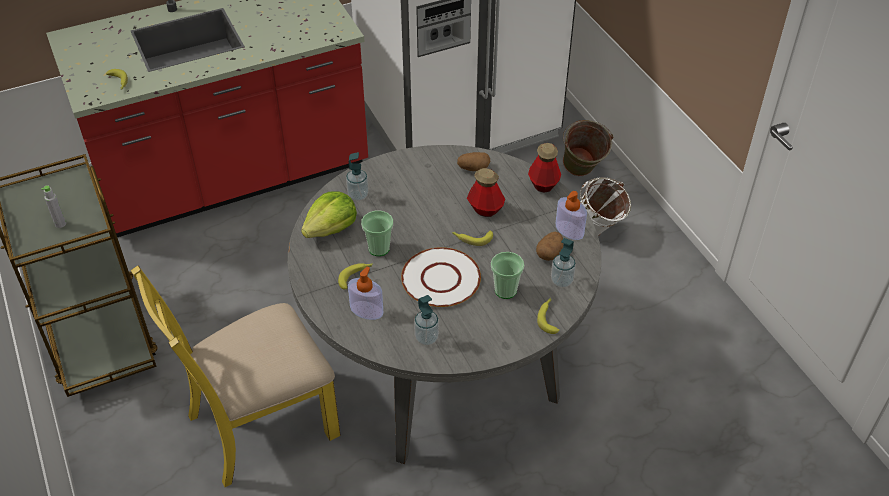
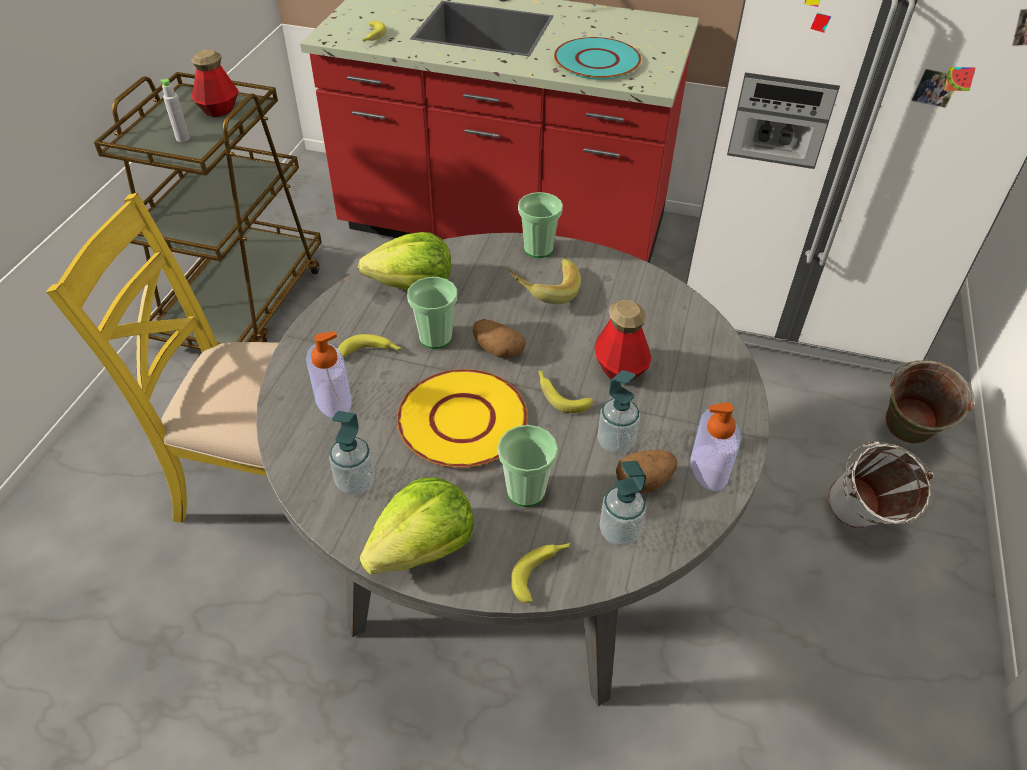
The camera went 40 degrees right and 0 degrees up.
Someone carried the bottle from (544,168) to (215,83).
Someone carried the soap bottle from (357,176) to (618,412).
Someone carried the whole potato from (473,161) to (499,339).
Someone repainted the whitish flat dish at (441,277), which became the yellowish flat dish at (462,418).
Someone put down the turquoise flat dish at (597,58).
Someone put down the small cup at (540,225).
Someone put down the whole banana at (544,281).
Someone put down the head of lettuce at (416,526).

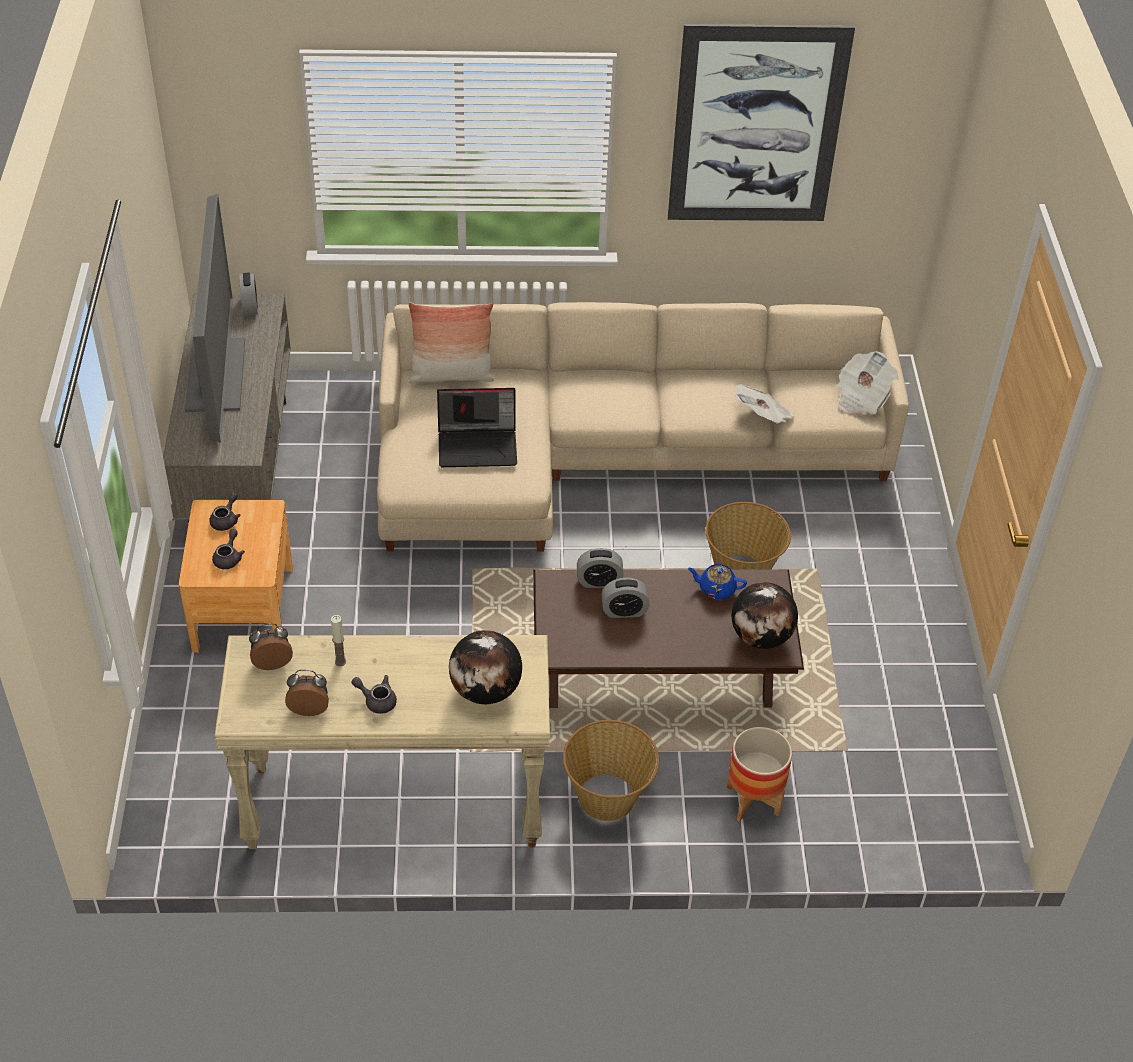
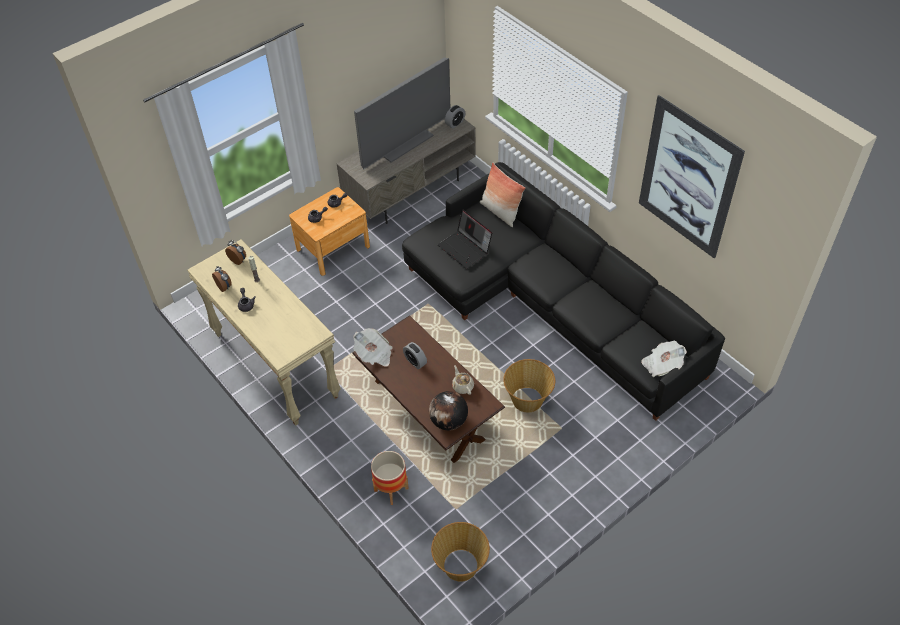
The camera went 55 degrees right and 5 degrees up.
Someone repainted the beige-coloured sofa at (643,426), which became the black-coloured sofa at (563,291).
Someone carried the printed paper from (764,404) to (372,347).
Someone took away the bedside clock at (600,568).
Someone repainted the blue-coloured pot for tea at (717,582), which became the beige-coloured pot for tea at (463,380).
Someone took away the globe at (485,667).
Someone carried the household basket from (611,770) to (460,552).

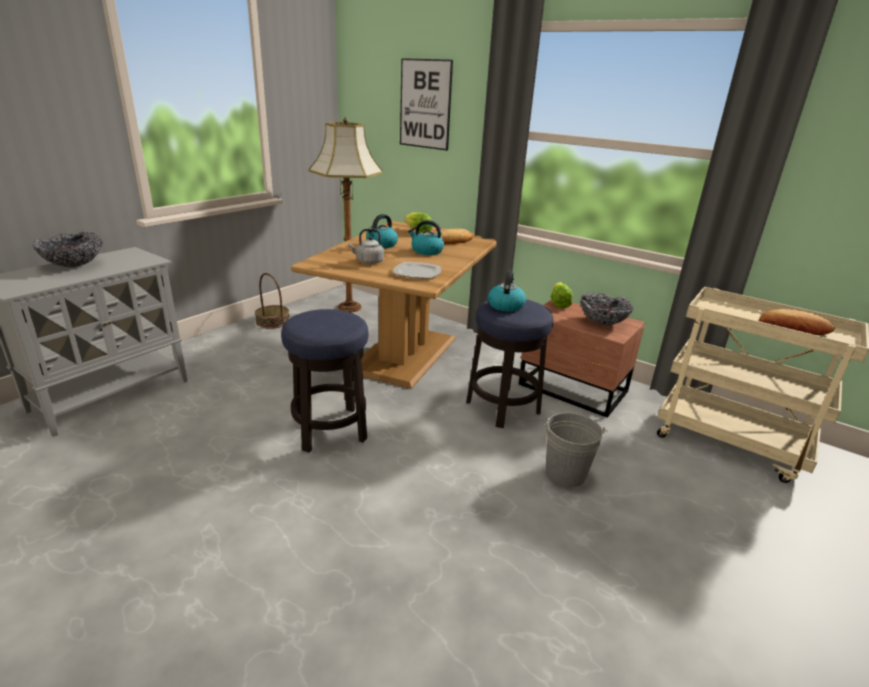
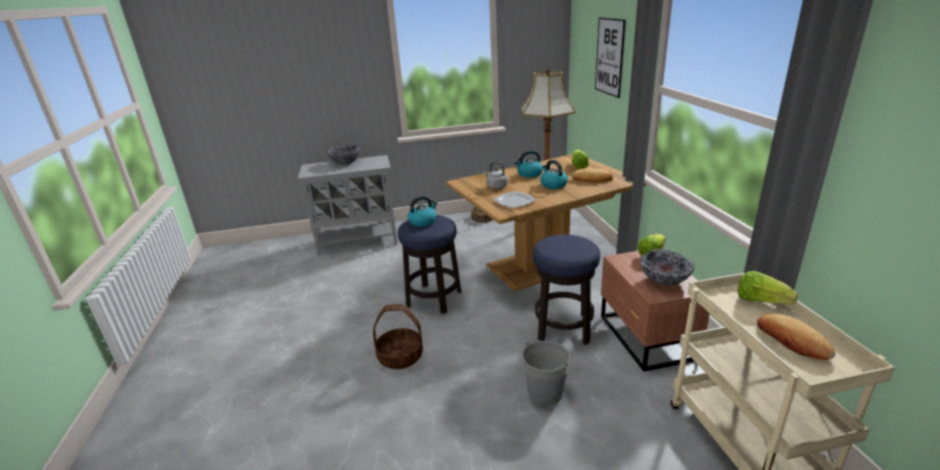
The camera went 45 degrees right and 0 degrees up.
Someone carried the water kettle from (507,291) to (422,211).
Someone put down the head of lettuce at (768,287).
Someone put down the household basket at (398,336).

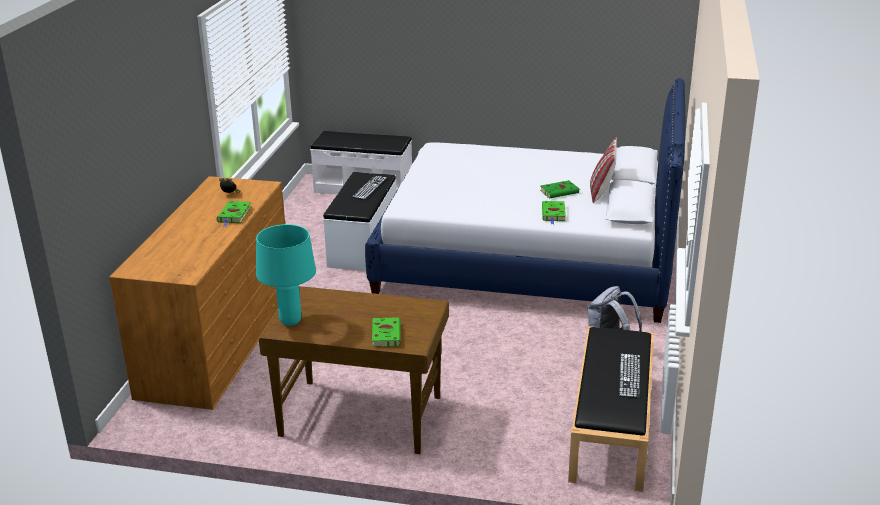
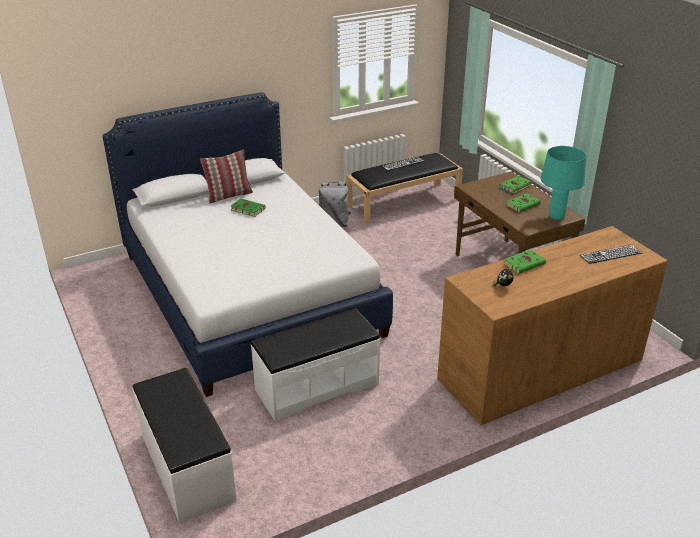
The camera went 130 degrees left and 5 degrees up.
Someone carried the keyboard from (369,188) to (611,254).
Someone carried the greenish volume from (554,212) to (523,203).

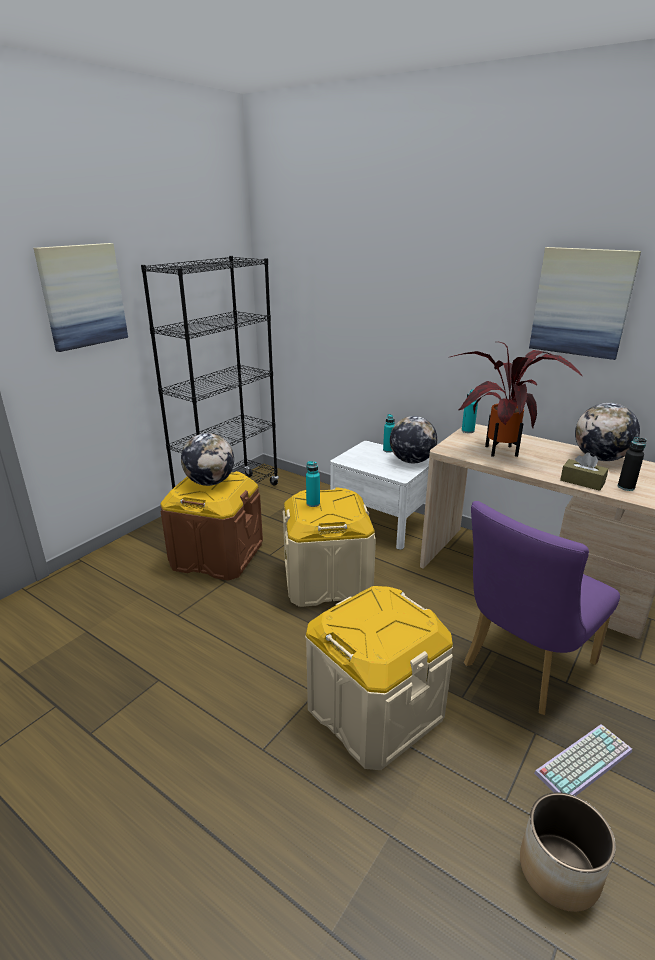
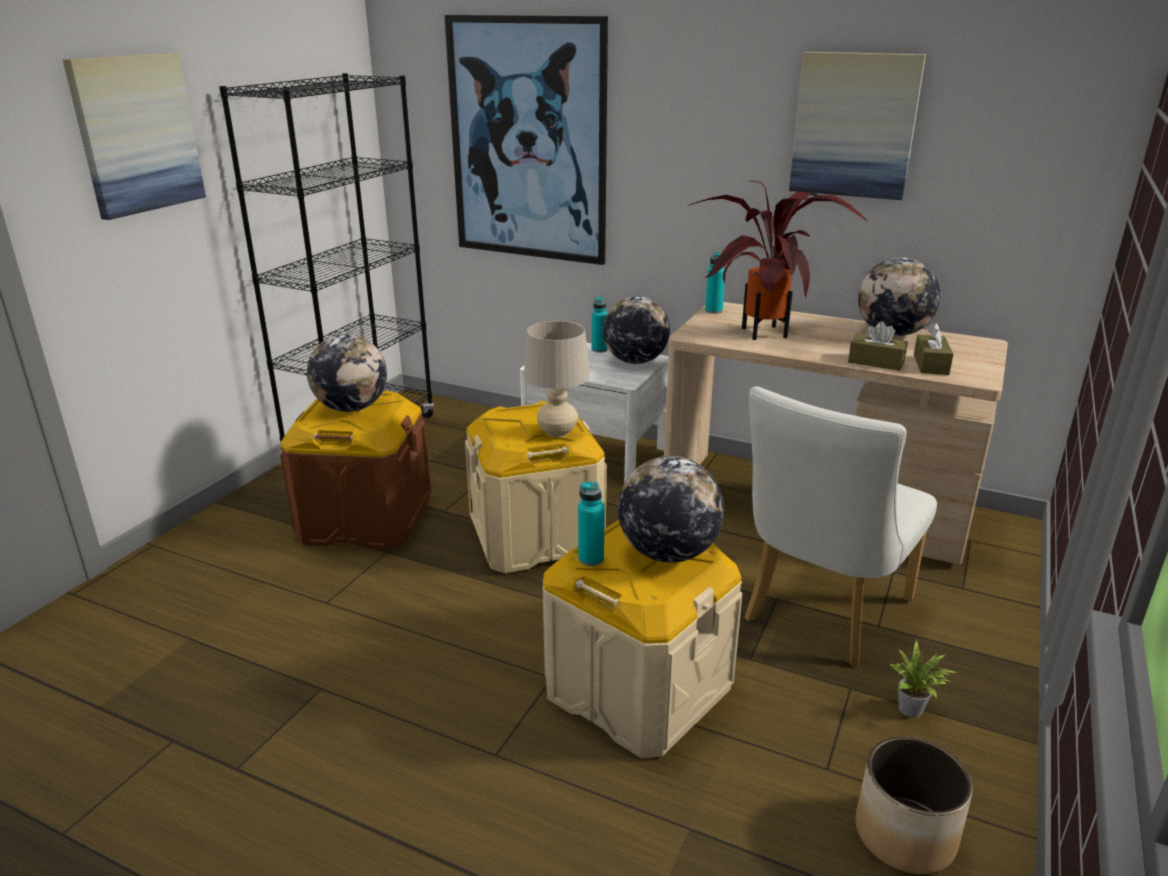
The camera went 10 degrees left and 0 degrees up.
Someone swapped the black-coloured bottle at (632,464) for the brown-coloured box of tissues at (934,349).
Someone carried the turquoise bottle from (313,484) to (591,523).
Someone repainted the purple-coloured chair at (542,608), which became the whitish chair at (841,526).
Someone swapped the keyboard at (583,760) for the plant in a pot at (924,679).
Someone put up the wall picture at (526,140).
Someone put down the beige-coloured table lamp at (557,379).
Someone put down the globe at (671,509).

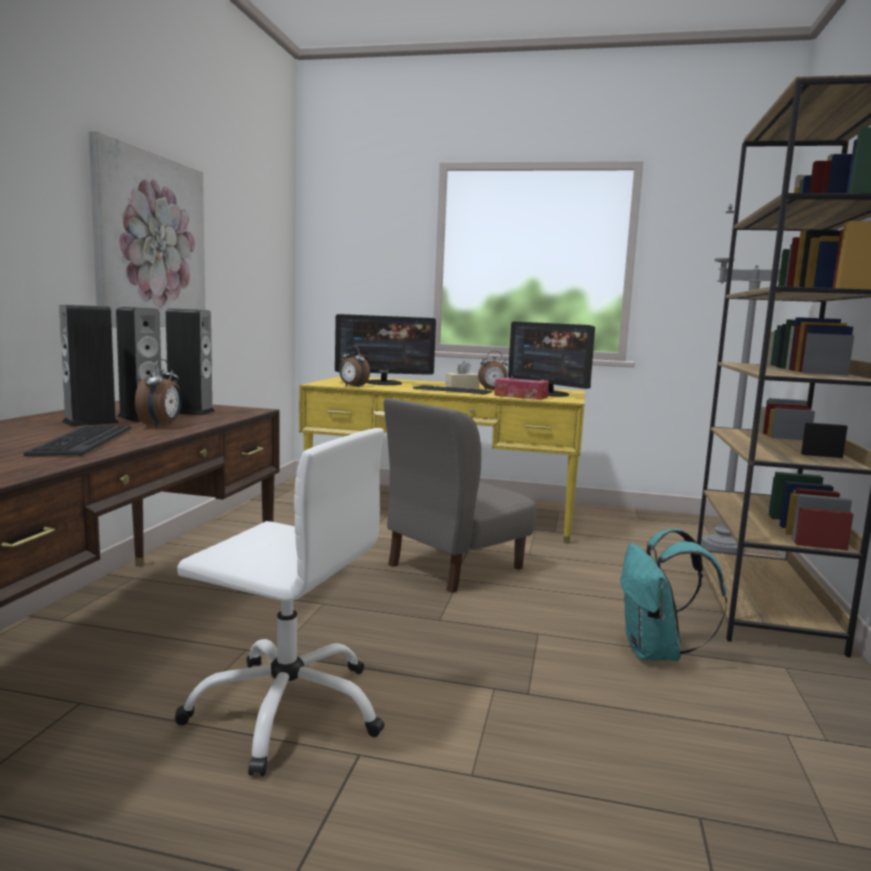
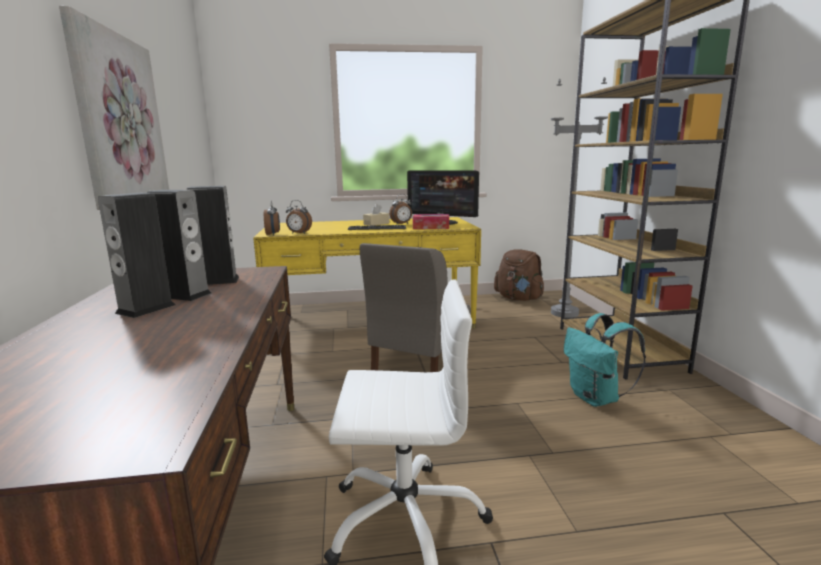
The camera went 20 degrees left and 5 degrees up.
Someone took away the computer display at (385,349).
Someone carried the bedside clock from (158,393) to (272,218).
Someone took away the keyboard at (77,440).
Someone put down the brown-coloured knapsack at (519,275).

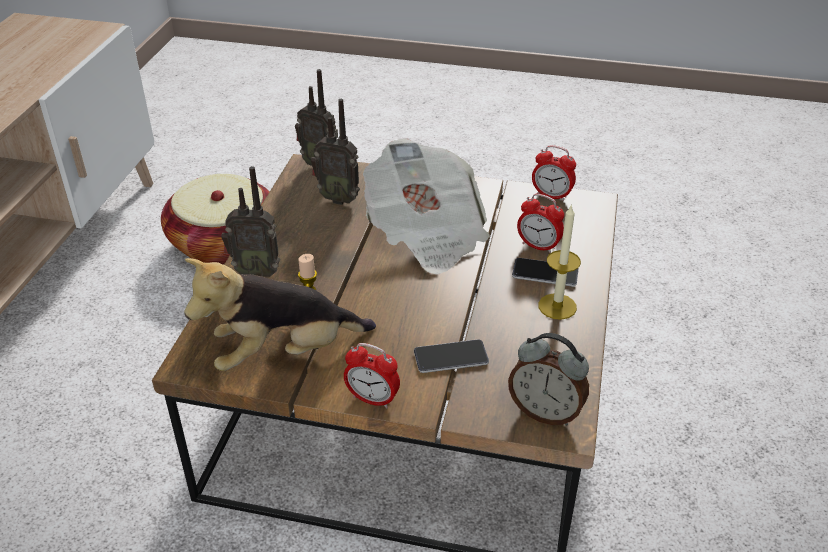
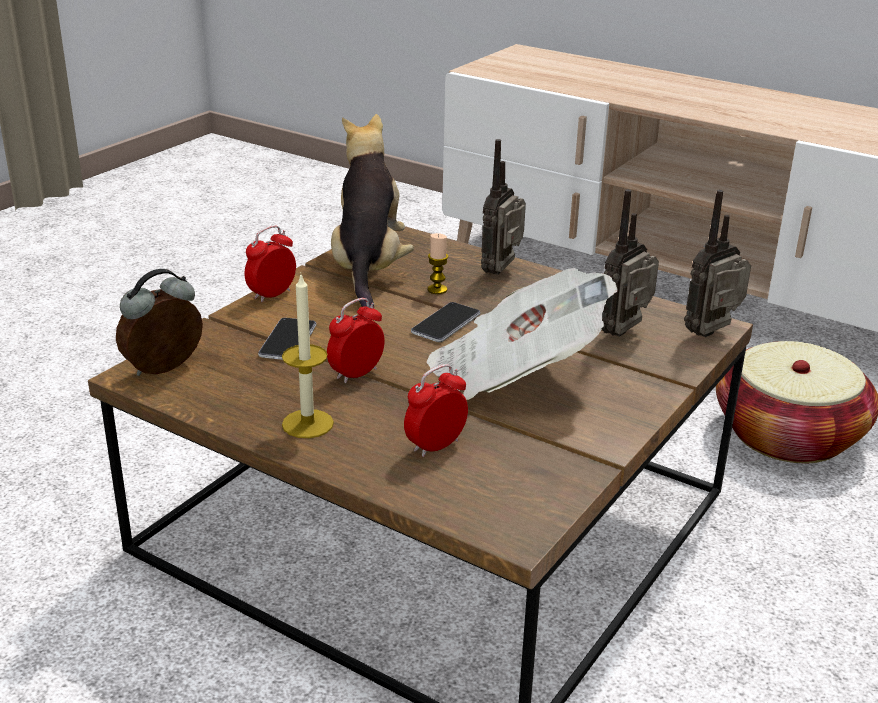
The camera went 110 degrees right and 10 degrees down.
Someone carried the bedside clock from (554,173) to (356,340).
Someone carried the phone from (545,272) to (445,322).

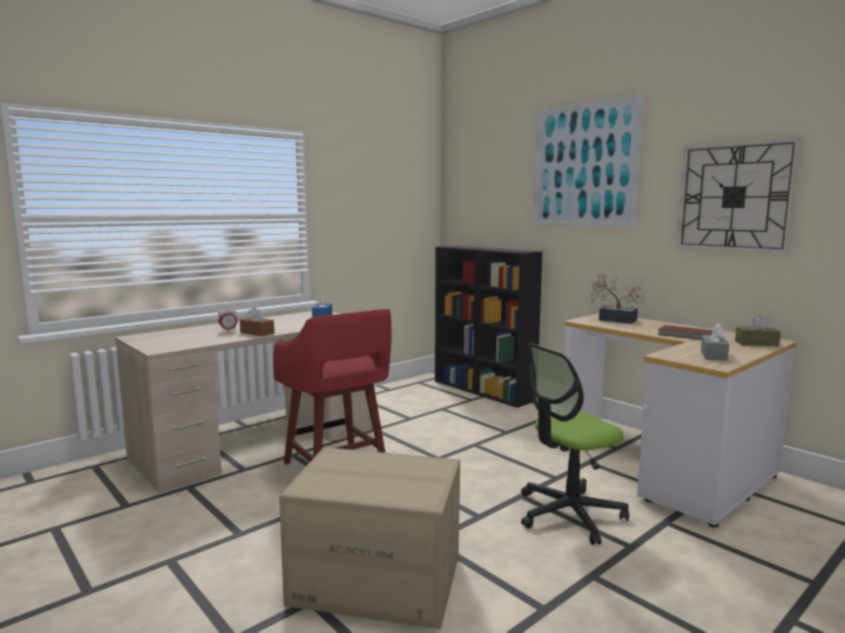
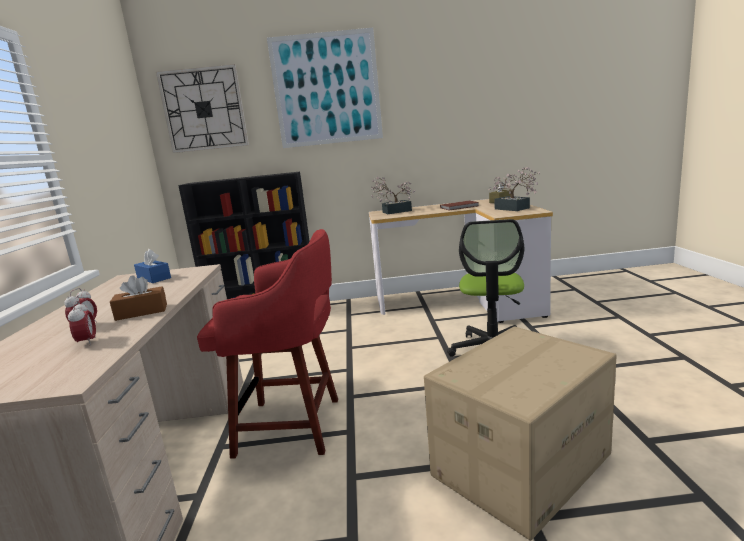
The camera went 50 degrees left and 5 degrees up.
Someone carried the wall clock from (738,195) to (202,108).
Someone swapped the grey box of tissues at (715,342) for the plant in a pot at (514,189).
Someone put down the bedside clock at (82,323).

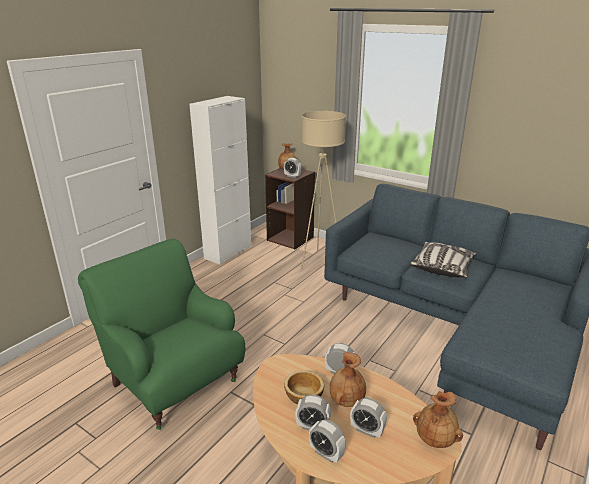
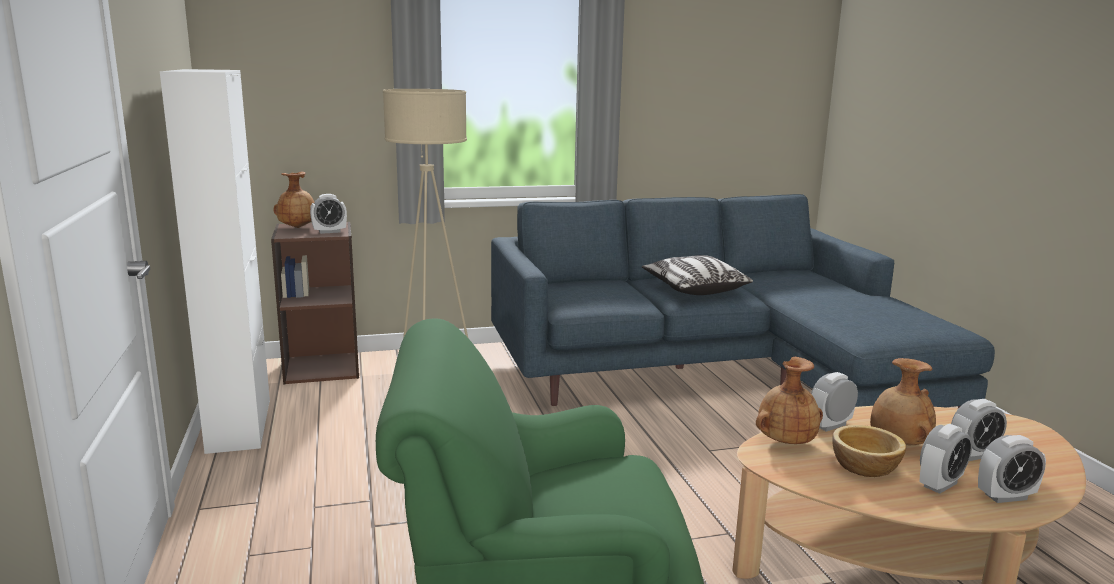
The camera went 50 degrees left and 10 degrees down.
Someone carried the brown-coloured flower vase from (438,419) to (789,400).

